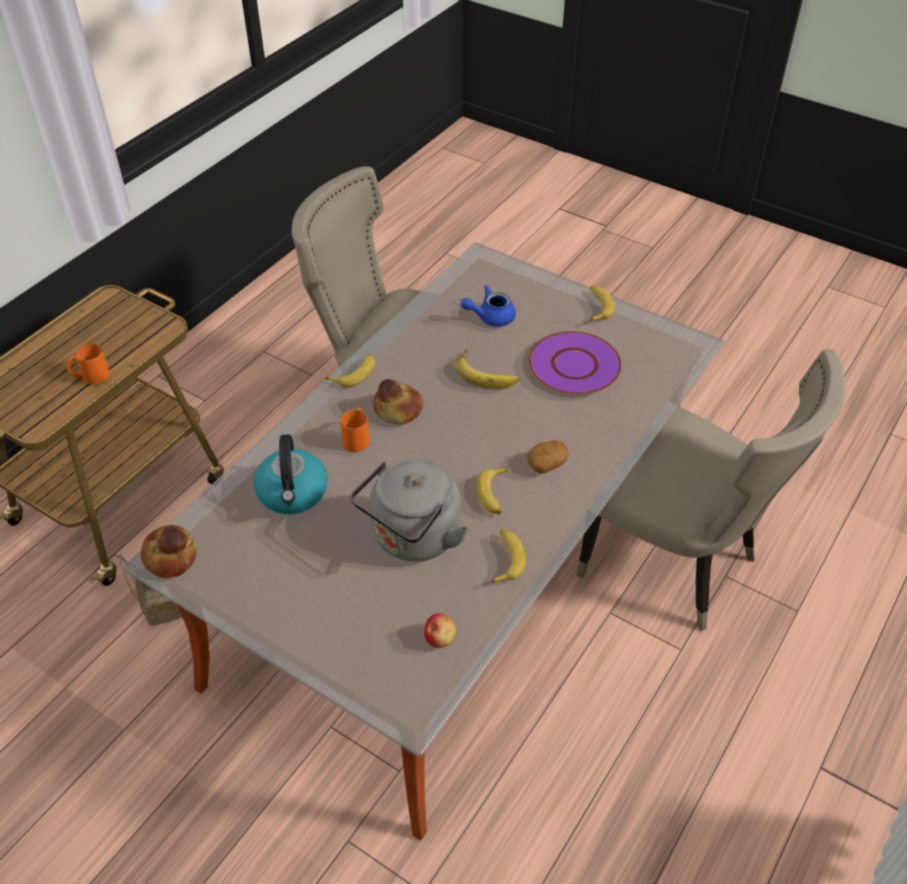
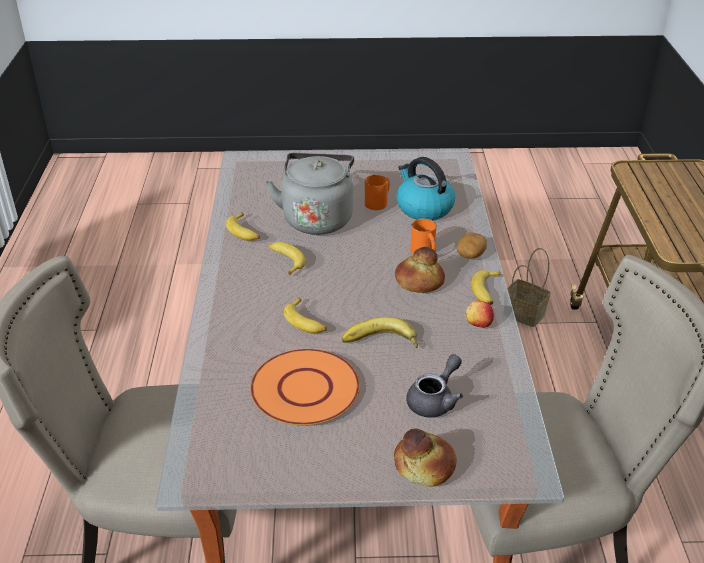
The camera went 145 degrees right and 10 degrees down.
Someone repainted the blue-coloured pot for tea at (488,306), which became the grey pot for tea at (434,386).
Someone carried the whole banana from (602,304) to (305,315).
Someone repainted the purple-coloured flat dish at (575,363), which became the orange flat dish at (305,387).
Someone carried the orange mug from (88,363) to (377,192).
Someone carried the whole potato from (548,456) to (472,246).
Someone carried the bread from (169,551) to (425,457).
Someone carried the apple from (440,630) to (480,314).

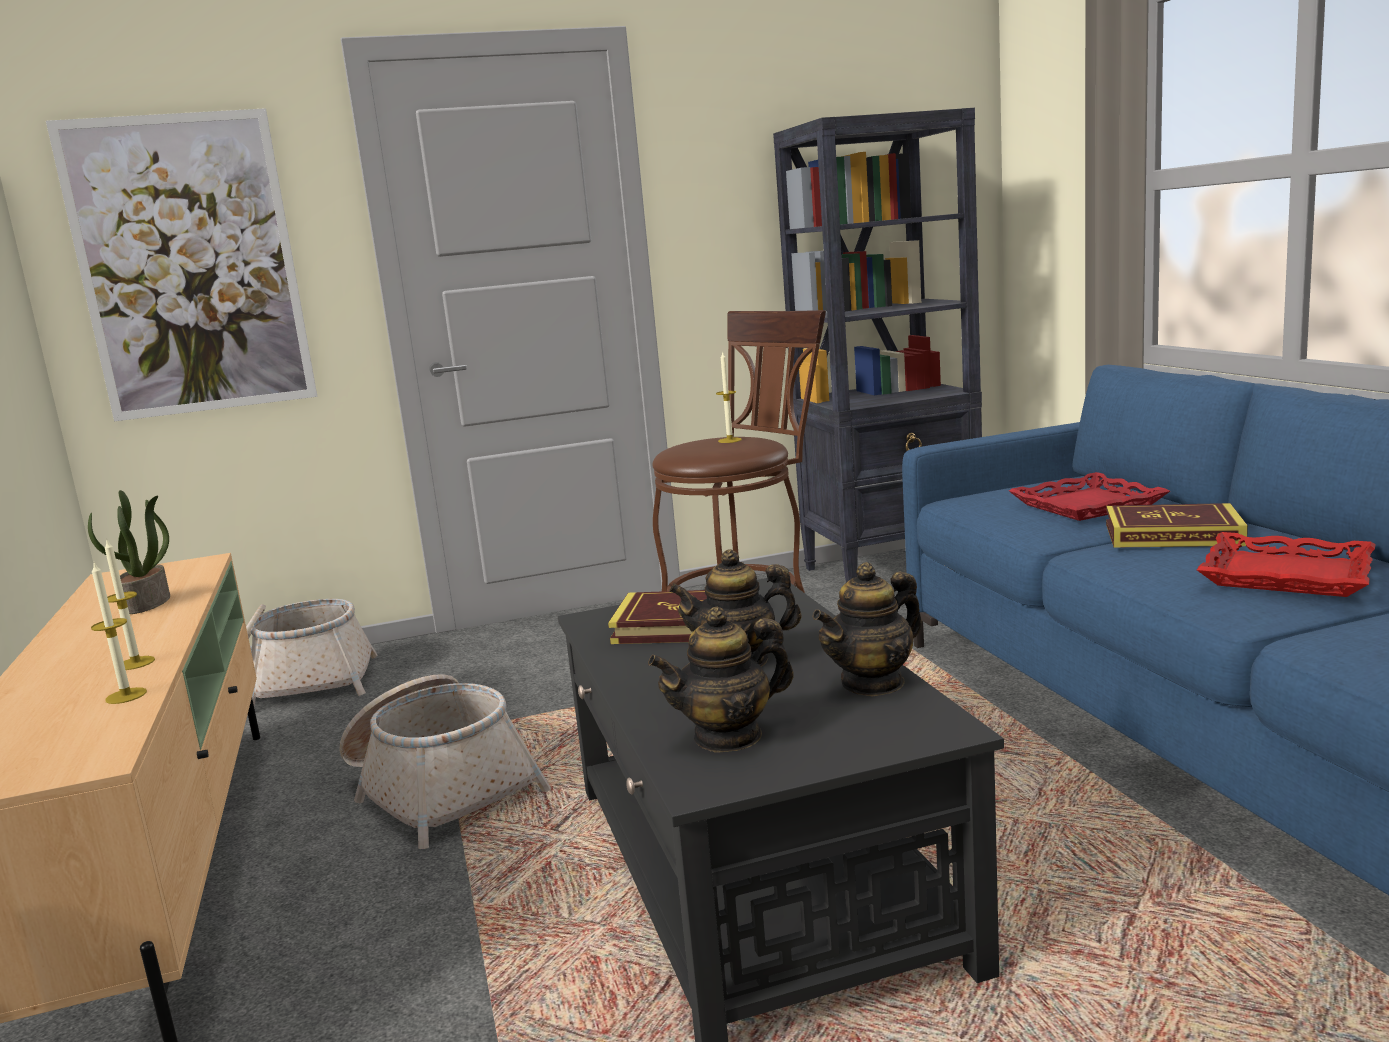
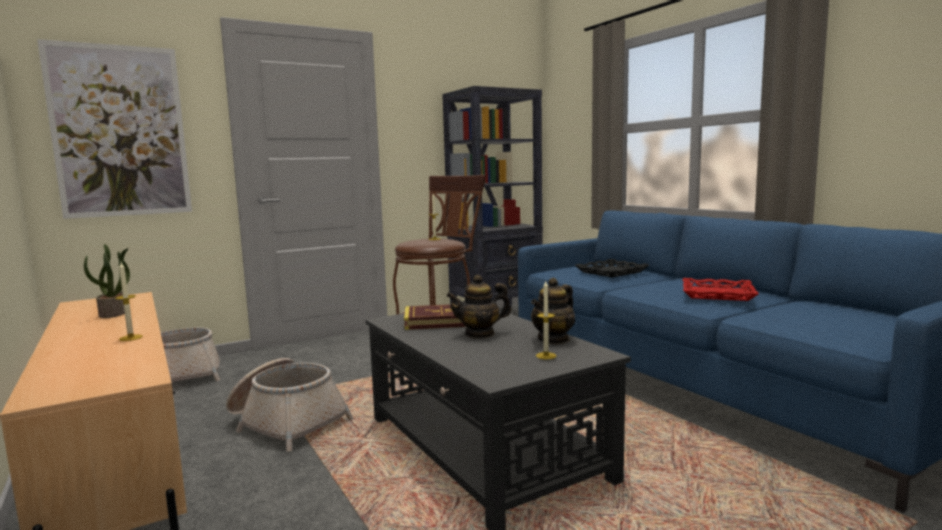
The camera went 15 degrees left and 5 degrees down.
Someone repainted the reddish carrying tray at (1089,496), which became the black-coloured carrying tray at (612,268).
Someone took away the volume at (1177,525).
Someone carried the candle from (119,633) to (546,320).
Someone took away the pot for tea at (721,679).

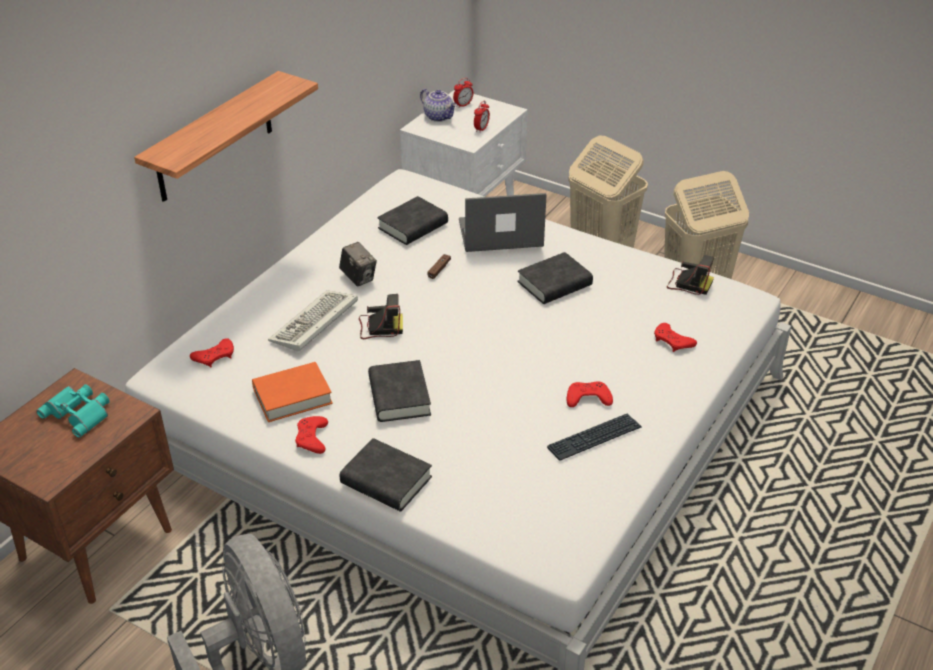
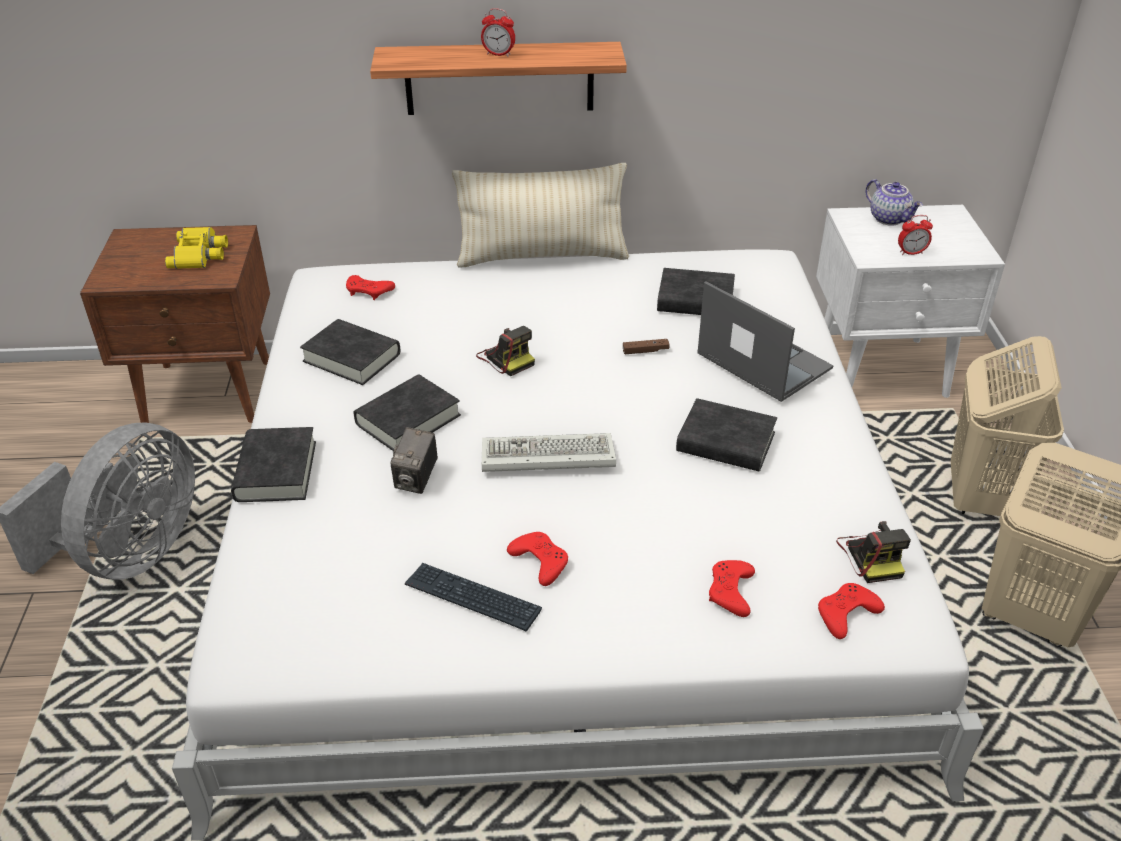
The camera went 55 degrees right and 0 degrees up.
Someone carried the bedside clock from (463,93) to (498,32).
Someone rotated the pot for tea at (438,105) by 45 degrees counterclockwise.
Someone carried the photo camera from (358,264) to (414,460).
Someone carried the keyboard from (313,321) to (549,452).
Someone repainted the orange volume at (292,392), which became the black-coloured volume at (350,352).
Someone repainted the turquoise field glasses at (73,411), which became the yellowish field glasses at (196,248).
Someone carried the reddish game controller from (311,435) to (851,611).
Someone put down the beige-coloured throw pillow at (540,215).

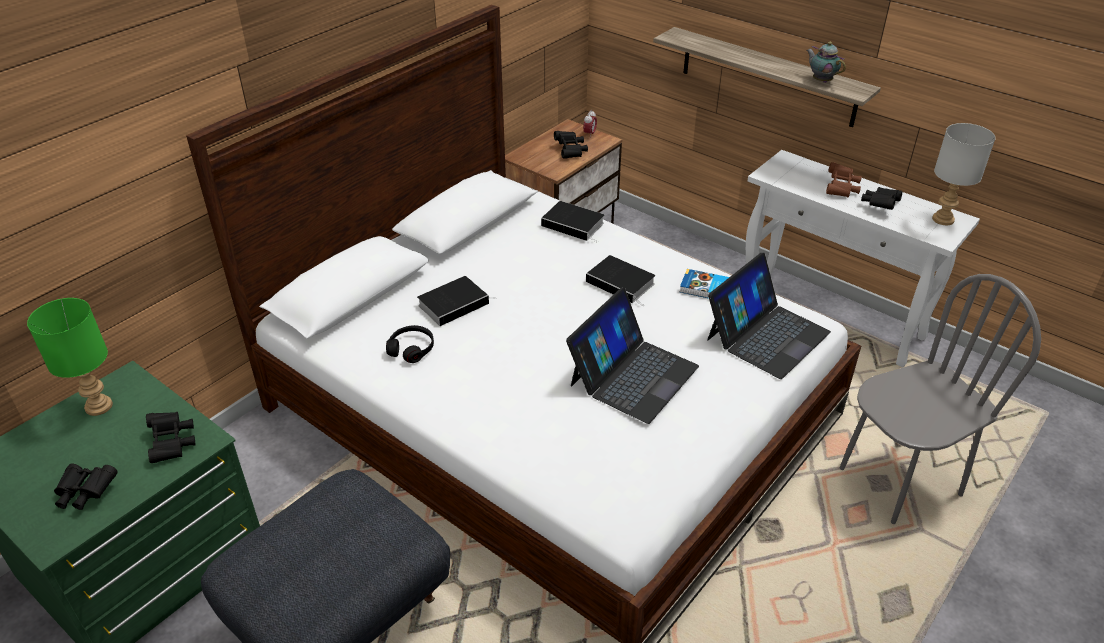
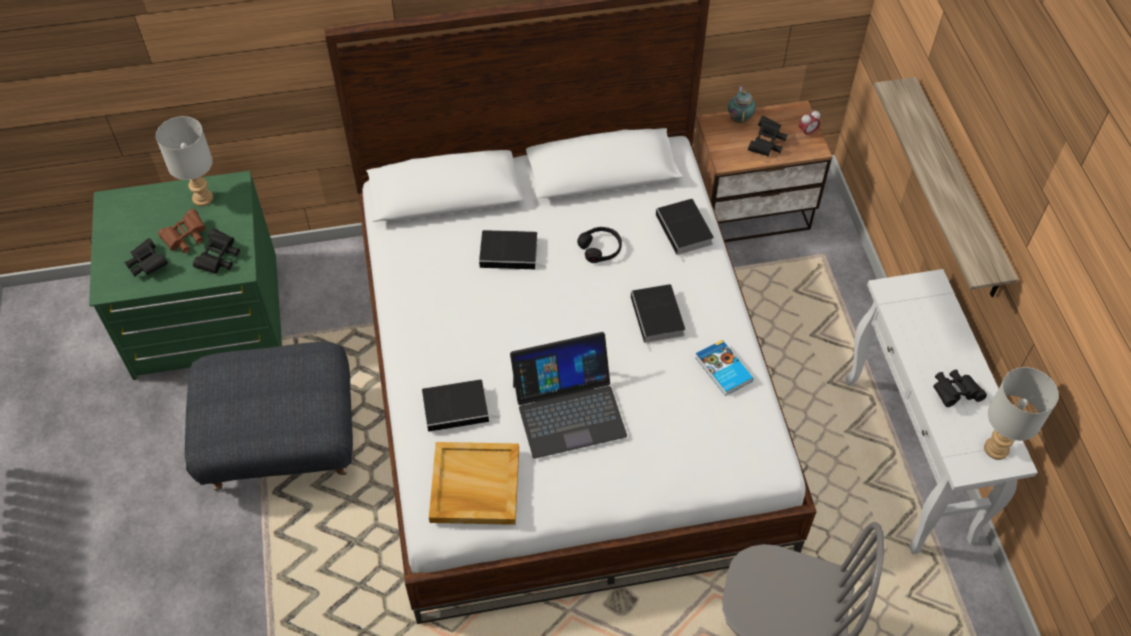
The camera went 40 degrees right and 15 degrees up.
Someone carried the pot for tea from (826,62) to (742,104).
Someone carried the brown-coloured field glasses from (844,179) to (182,231).
Someone took away the notebook computer at (769,316).
Someone repainted the greenish table lamp at (70,357), which became the grey table lamp at (184,161).
Someone carried the black-coloured pair of headphones from (410,344) to (599,245).
Someone put down the volume at (461,405).
Someone put down the beige-coloured carrying tray at (474,483).

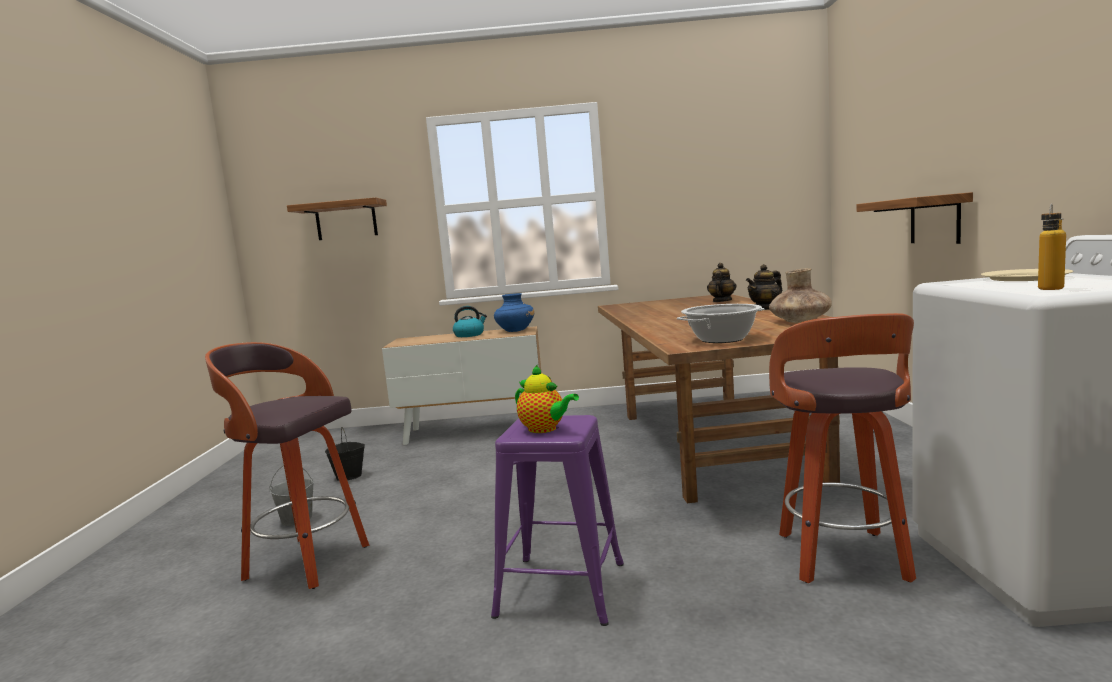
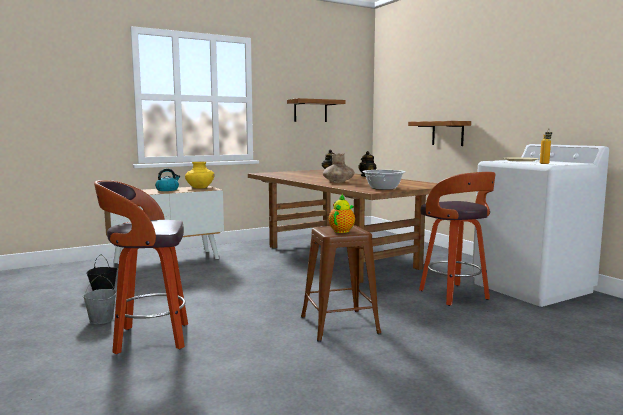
The camera went 30 degrees left and 0 degrees up.
Someone carried the bracket shelf from (337,218) to (316,110).
Someone carried the brown-coloured flower vase from (800,295) to (339,168).
Someone repainted the blue-coloured flower vase at (514,312), which became the yellowish flower vase at (199,175).
Someone rotated the pot for tea at (547,399) by 75 degrees counterclockwise.
Someone repainted the purple-coloured stool seat at (557,520), which became the brown-coloured stool seat at (341,283).

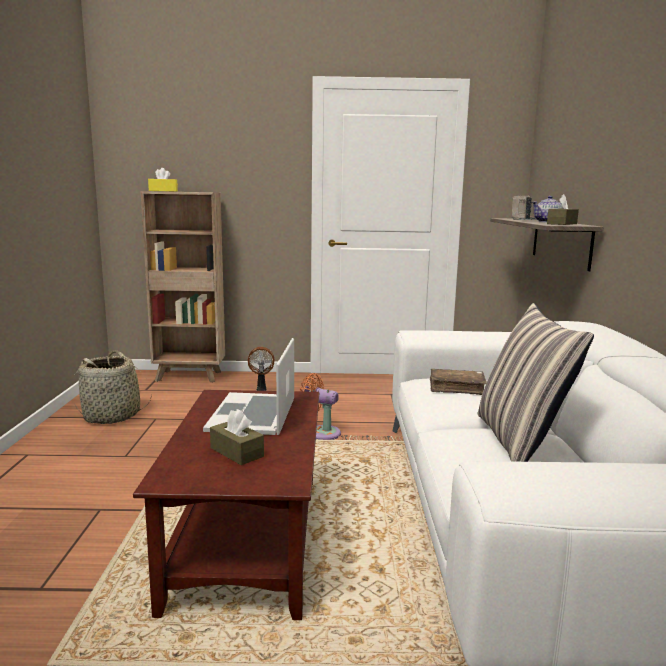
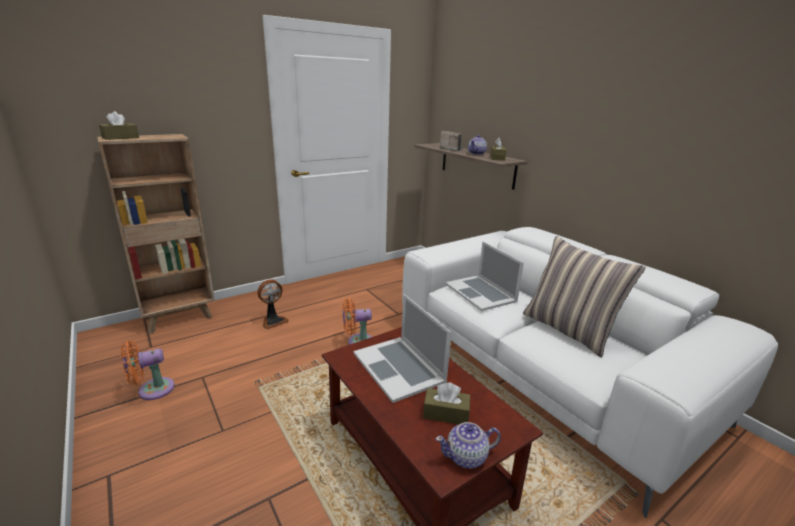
The camera went 35 degrees left and 10 degrees up.
Someone repainted the yellowish box of tissues at (163,180), which became the brown-coloured box of tissues at (119,125).
Someone swapped the household basket at (113,387) for the orange cooling fan at (148,370).
Someone swapped the brown-coloured volume at (458,382) for the notebook computer at (484,276).
Someone put down the pot for tea at (468,445).

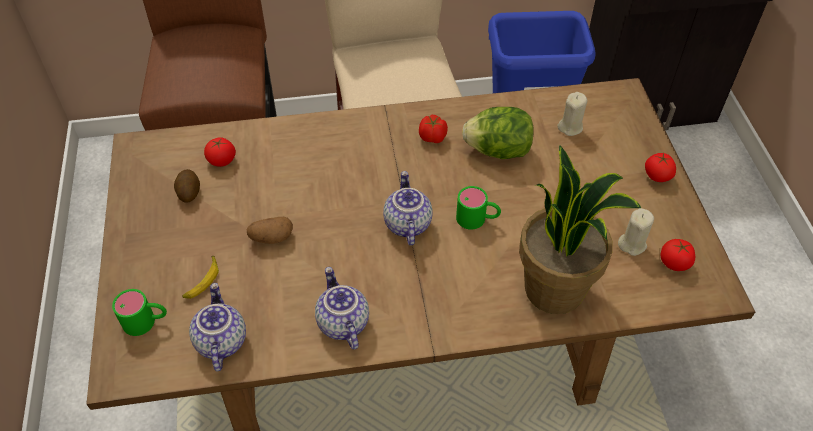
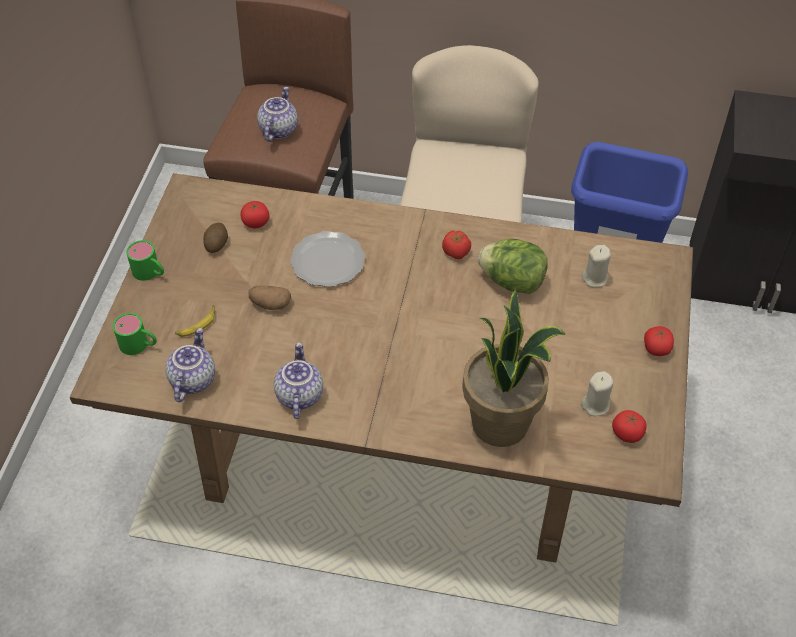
The camera went 20 degrees right and 0 degrees up.
Someone carried the pot for tea from (408,208) to (277,114).
Someone carried the greenish mug from (478,208) to (145,260).
Someone put down the flat dish at (327,259).

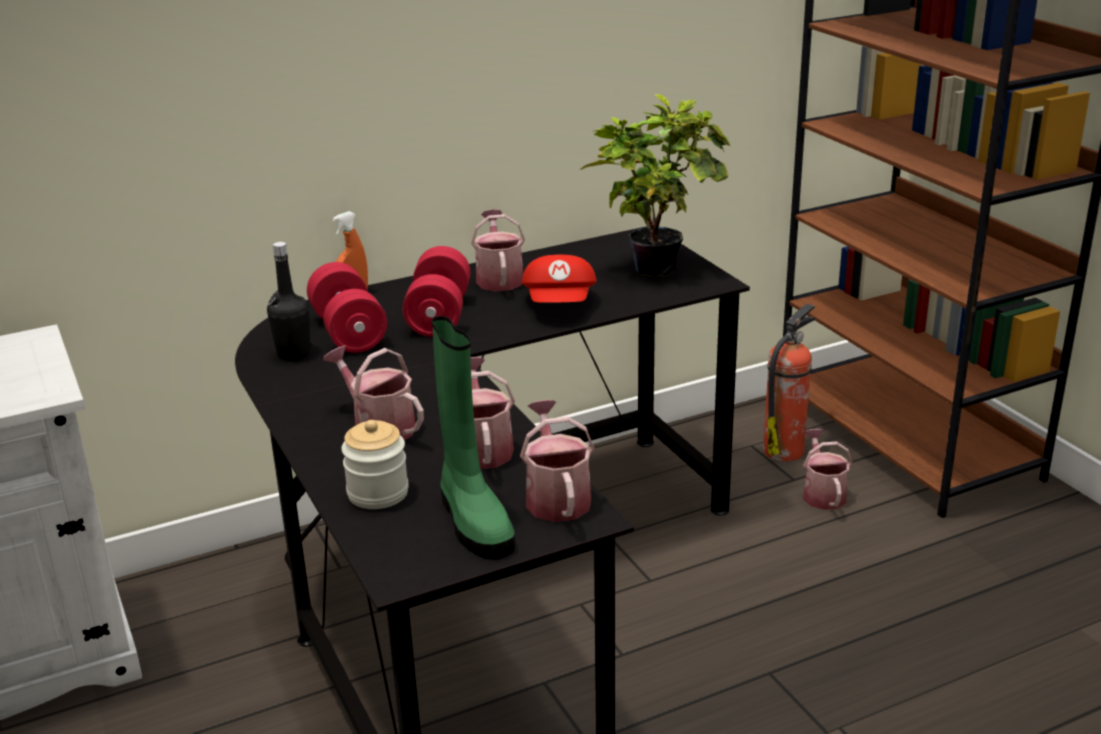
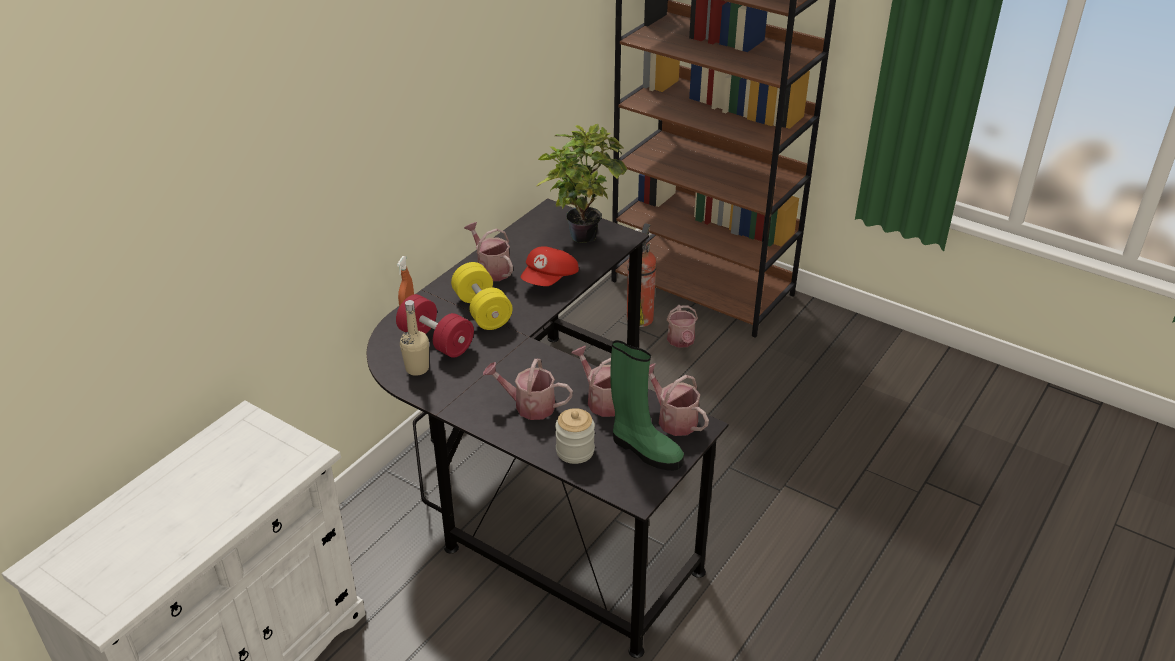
The camera went 30 degrees left and 10 degrees up.
Someone repainted the black-coloured bottle at (289,301), which became the beige-coloured bottle at (414,338).
Someone repainted the reddish free weight at (436,291), which became the yellowish free weight at (482,296).
Someone rotated the reddish cap at (559,279) by 60 degrees clockwise.
Someone rotated the sprinkling can at (827,469) by 150 degrees counterclockwise.

